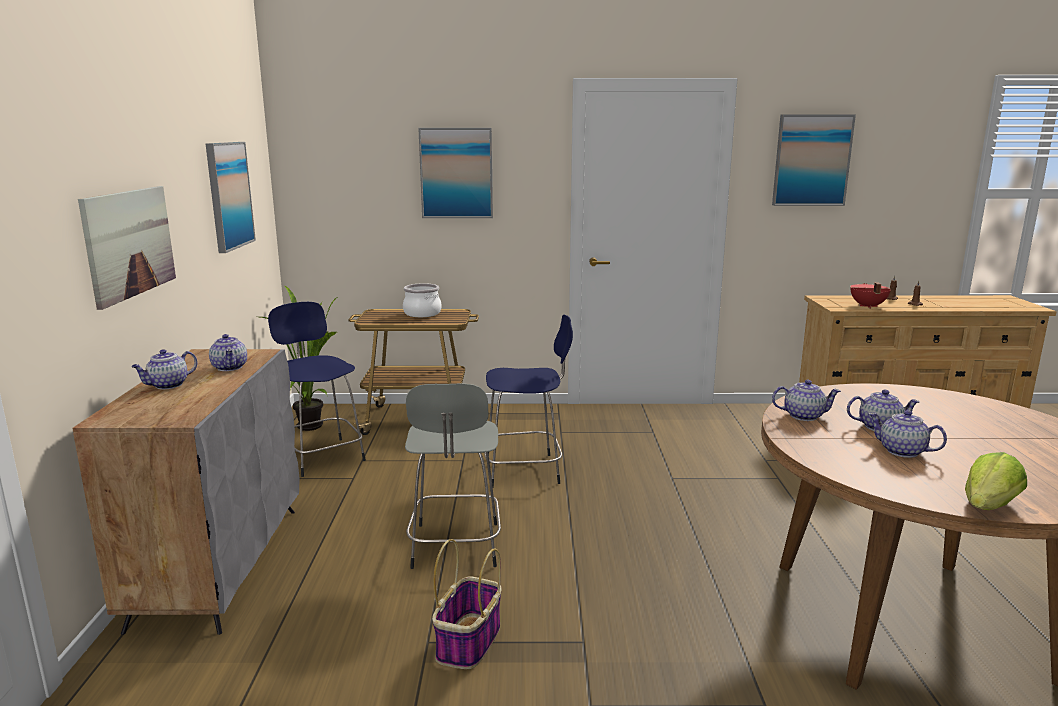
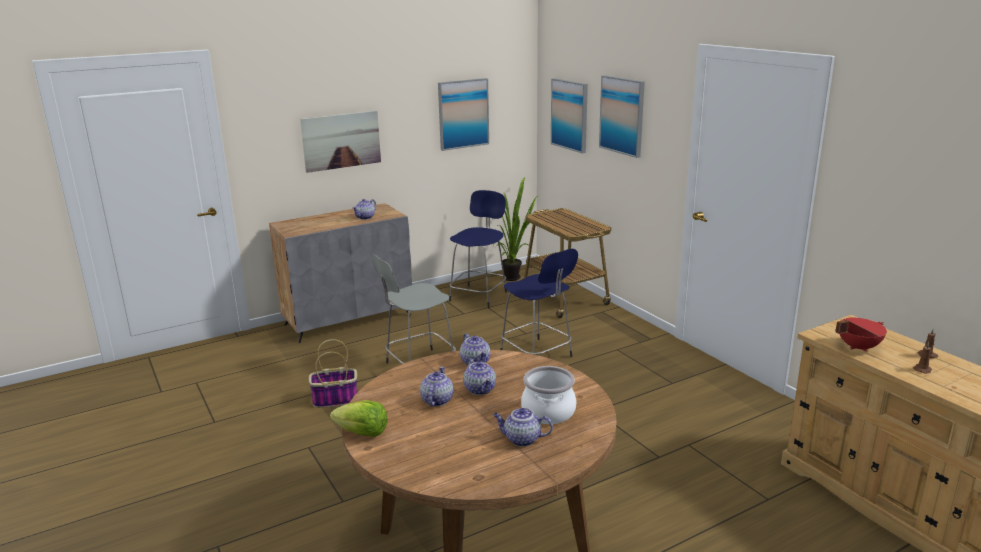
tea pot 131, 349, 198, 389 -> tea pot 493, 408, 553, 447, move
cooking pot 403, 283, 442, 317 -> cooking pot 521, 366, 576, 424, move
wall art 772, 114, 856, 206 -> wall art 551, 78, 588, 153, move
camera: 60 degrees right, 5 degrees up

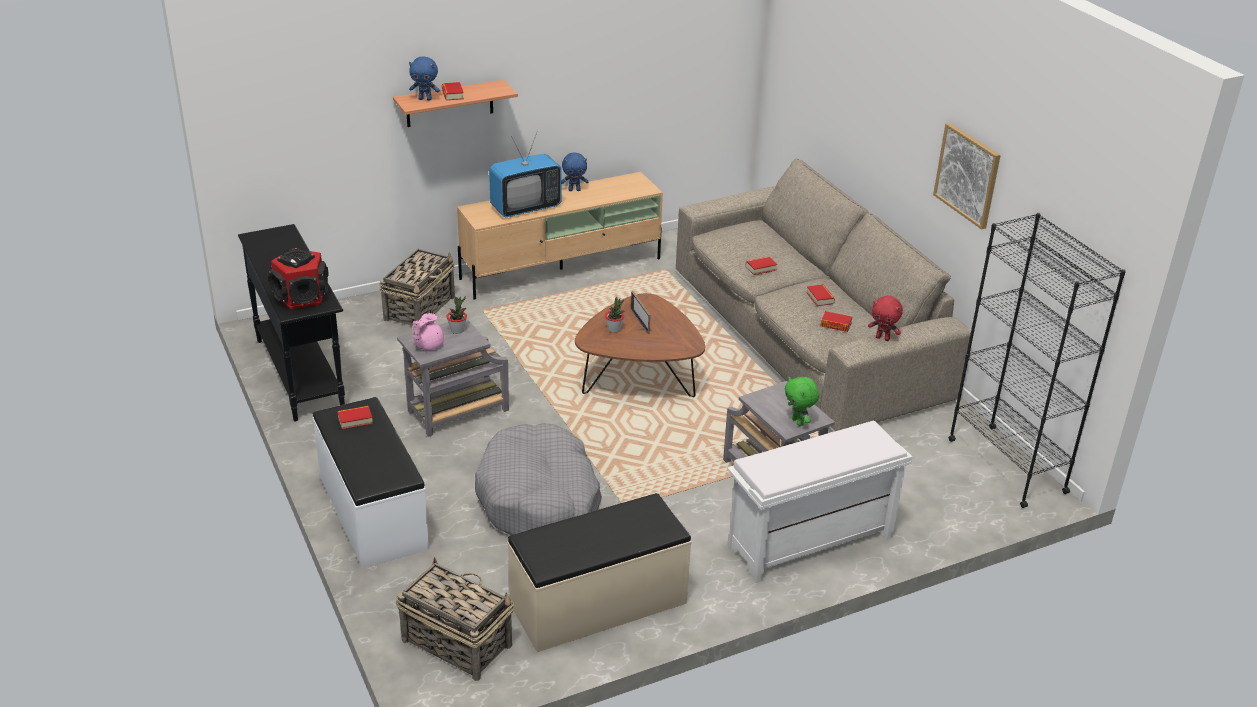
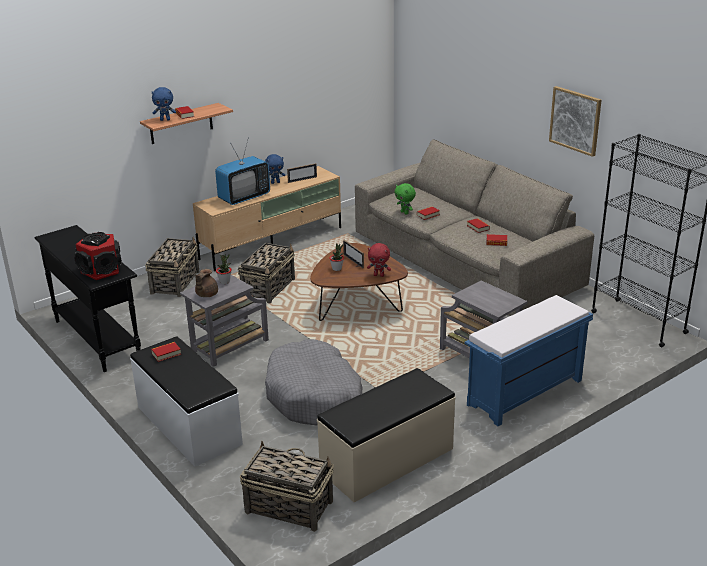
tea pot (pink-coloured) 413, 313, 444, 350 -> tea pot (brownish) 195, 269, 218, 297
indoor bench (white-coloured) 727, 421, 912, 583 -> indoor bench (blue-coloured) 465, 295, 593, 426
plush toy (green) 785, 377, 819, 426 -> plush toy (green) 394, 183, 416, 215, move
plush toy (red) 868, 296, 903, 341 -> plush toy (red) 367, 243, 391, 277, move
none -> household basket 238, 243, 295, 303
none -> picture frame 287, 163, 317, 183
camera: 10 degrees left, 5 degrees down

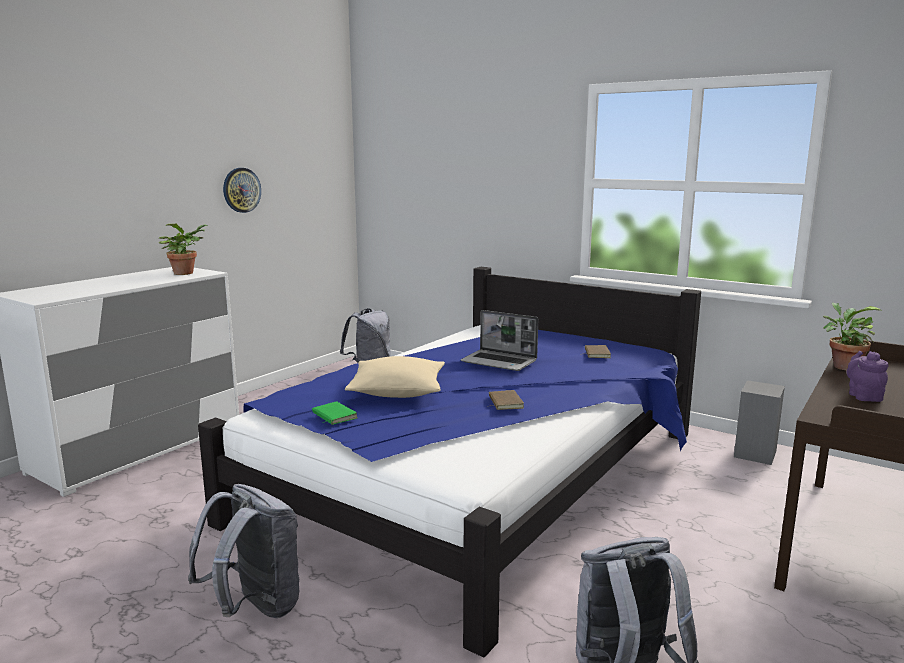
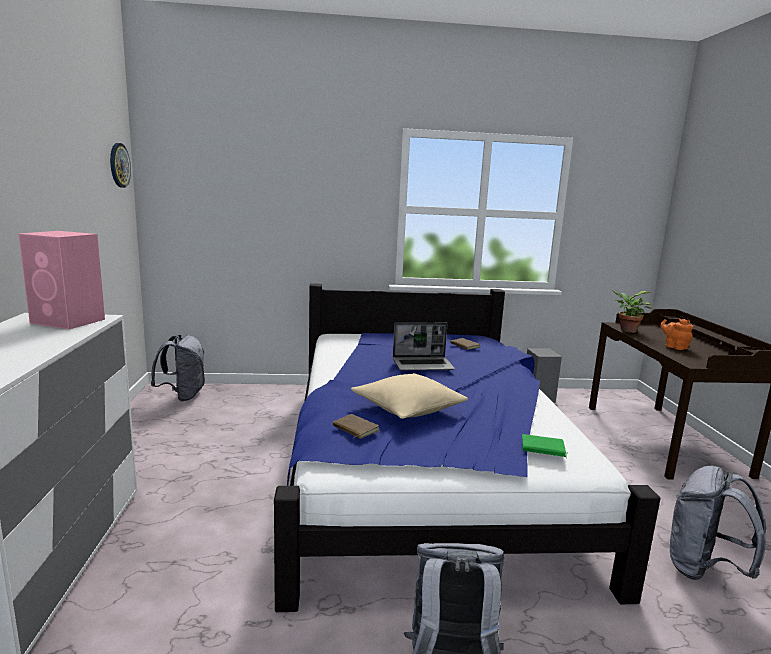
houseplant 159, 223, 208, 275 -> speaker (pink-coloured) 18, 231, 105, 329
wall clock 223, 168, 261, 213 -> wall clock 110, 143, 131, 188, move
volume (green) 312, 401, 357, 425 -> volume (green) 522, 434, 568, 457, move
volume (brownish) 489, 390, 524, 410 -> volume (brownish) 333, 414, 379, 439, move
tea pot (purple-coloured) 846, 351, 888, 402 -> tea pot (orangey) 660, 319, 693, 350
camera: 40 degrees left, 0 degrees up

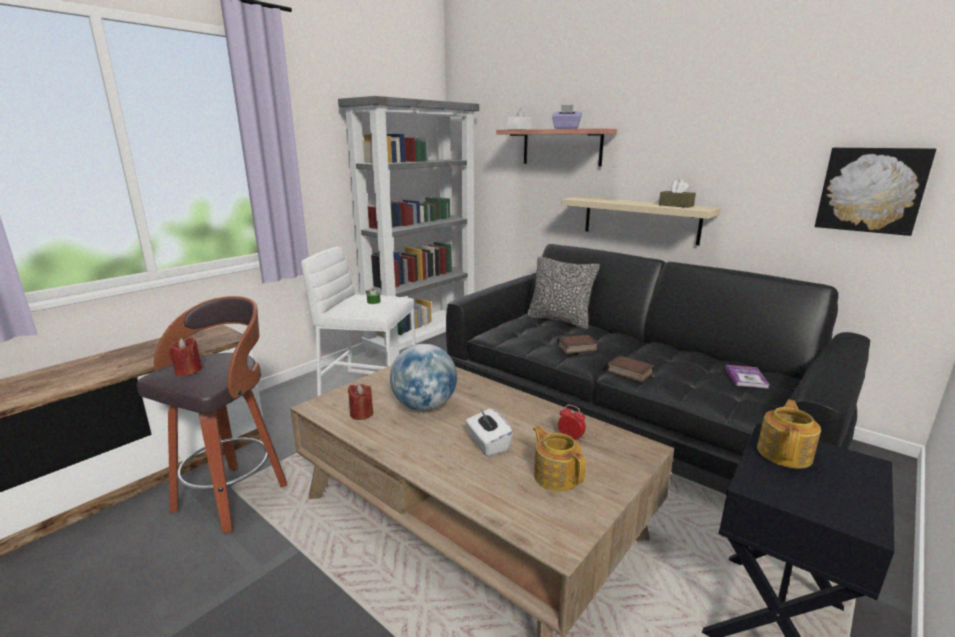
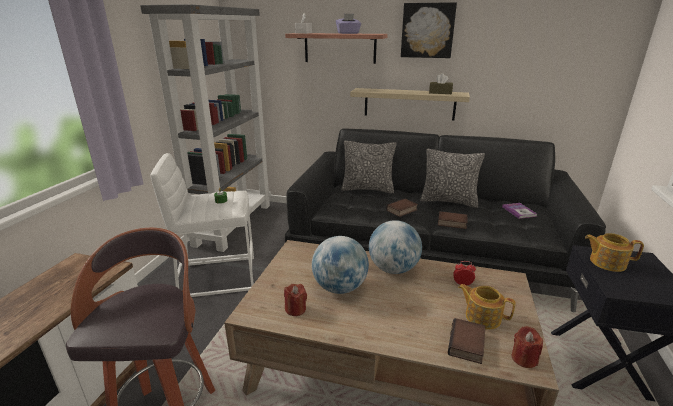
wax light (red) 169, 338, 203, 376 -> wax light (red) 512, 326, 543, 368, move
tissue box (white-coloured) 466, 408, 513, 456 -> none
tea pot 757, 400, 821, 469 -> tea pot 585, 233, 644, 272, 75 degrees counterclockwise
wall art 815, 148, 936, 236 -> wall art 401, 2, 457, 58, move
none -> desk globe 369, 220, 422, 274
none -> cushion 420, 149, 485, 208
none -> volume 448, 318, 485, 364
camera: 25 degrees left, 5 degrees up

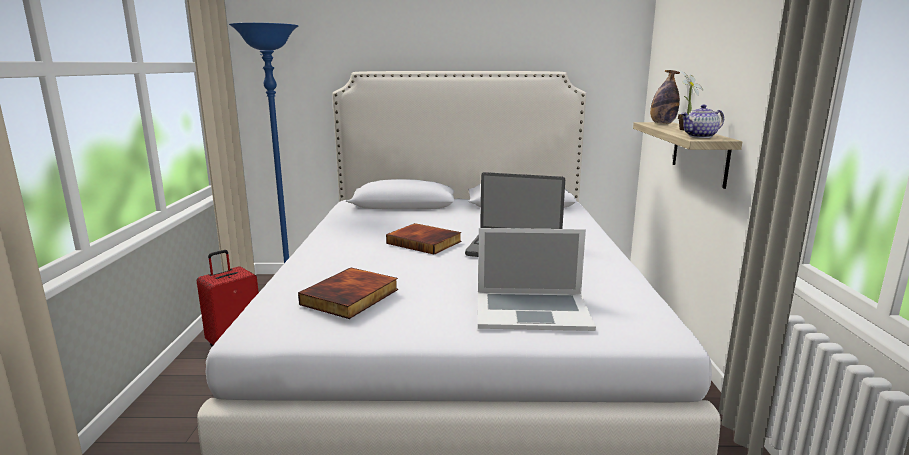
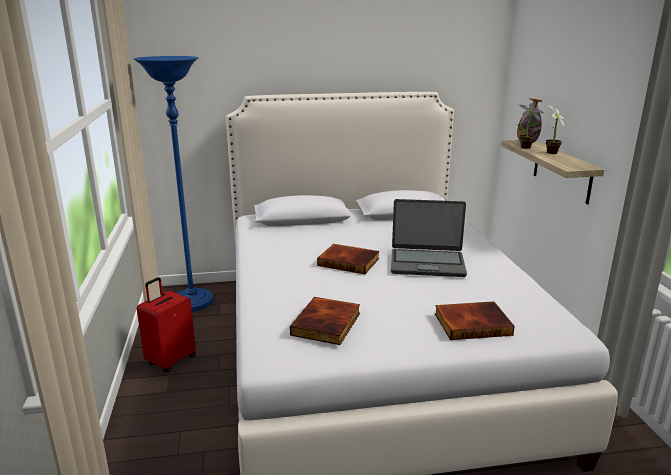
notebook computer 478, 228, 596, 331 -> volume 435, 301, 515, 340
tea pot 681, 105, 724, 138 -> none
none -> houseplant 517, 103, 544, 149
camera: 10 degrees left, 5 degrees up

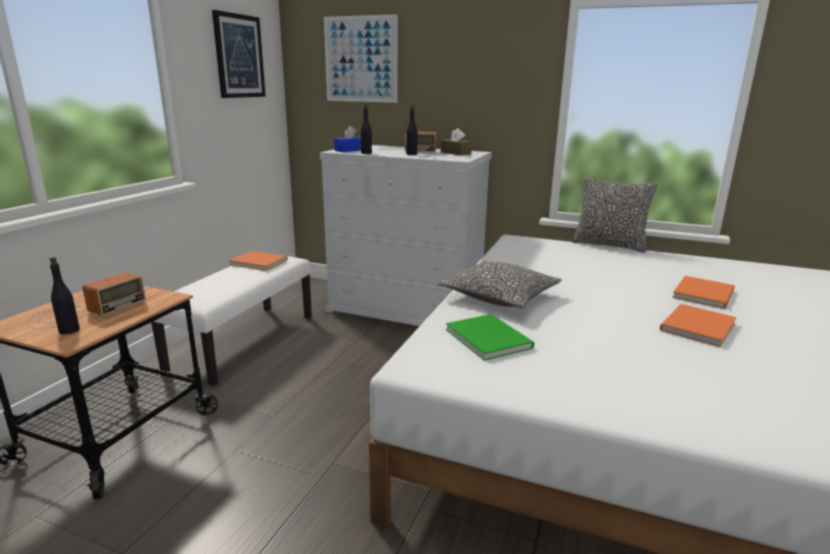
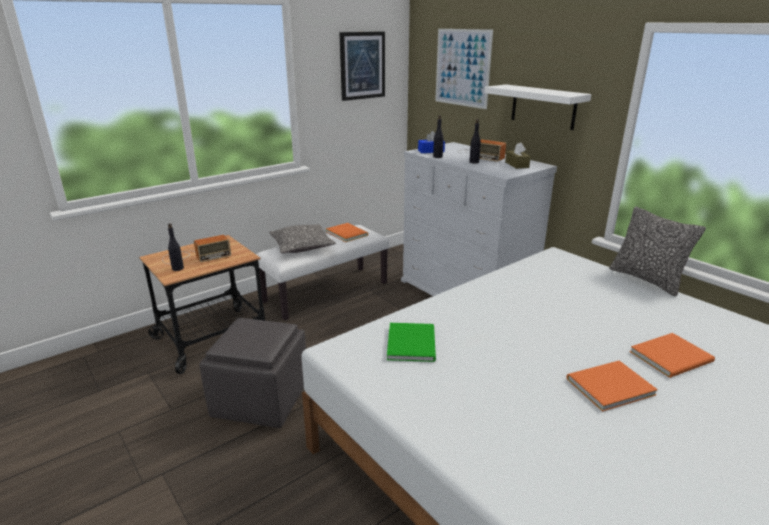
cushion 438, 261, 562, 308 -> cushion 269, 224, 336, 253, move
none -> pouffe (grey) 199, 318, 306, 428
none -> shelf (white-coloured) 484, 84, 592, 130
camera: 30 degrees right, 5 degrees up

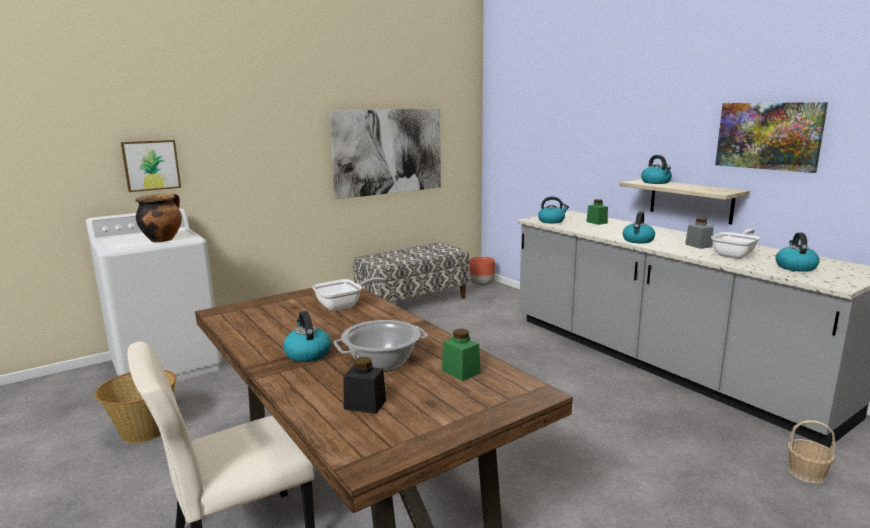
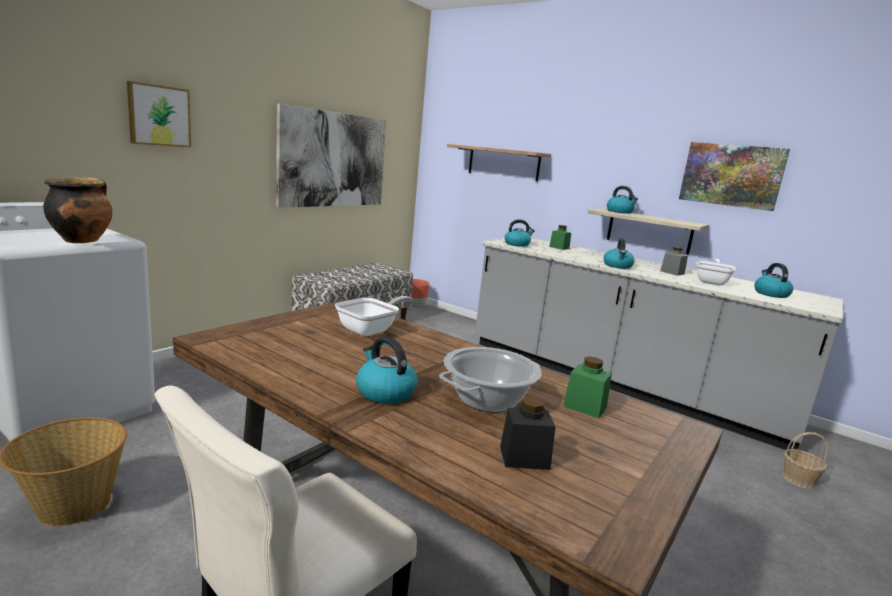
wall art 121, 140, 181, 192 -> wall art 127, 81, 191, 147, move
none -> shelf 447, 144, 551, 182
camera: 20 degrees left, 0 degrees up

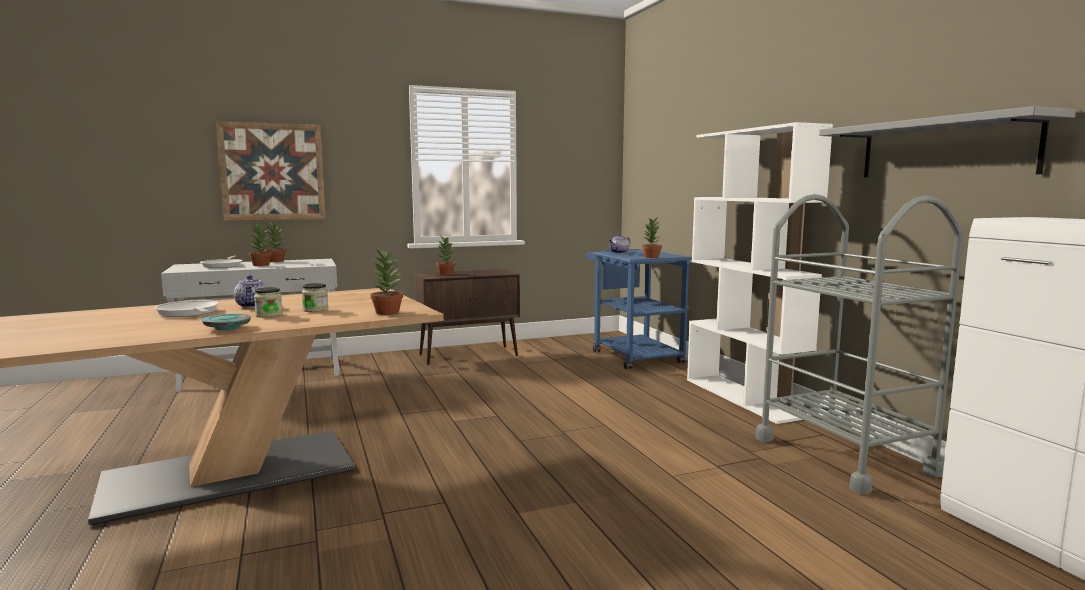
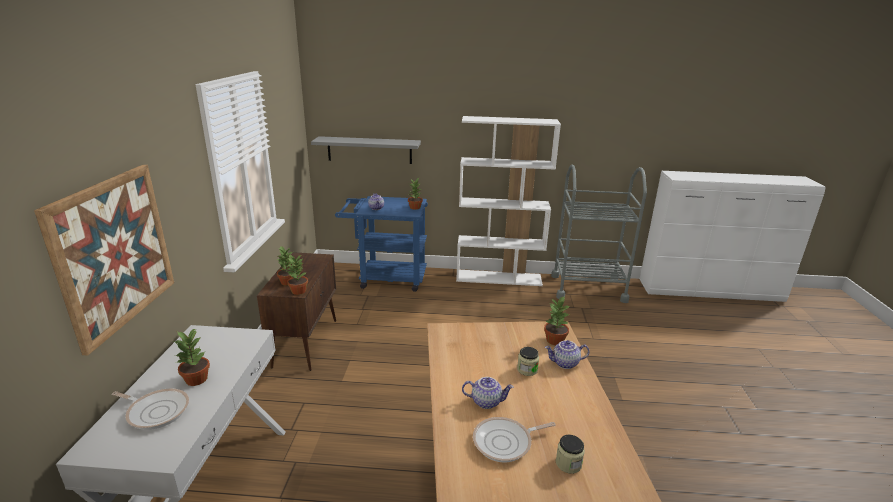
plate (turquoise-coloured) 202, 314, 251, 330 -> none
preserve jar 254, 287, 283, 318 -> preserve jar 556, 435, 585, 474, move
houseplant 265, 221, 287, 262 -> houseplant 287, 255, 308, 295, move
shelf (grey) 819, 106, 1076, 177 -> shelf (grey) 311, 136, 421, 164, move
none -> tea pot 545, 340, 590, 369
camera: 65 degrees left, 15 degrees up

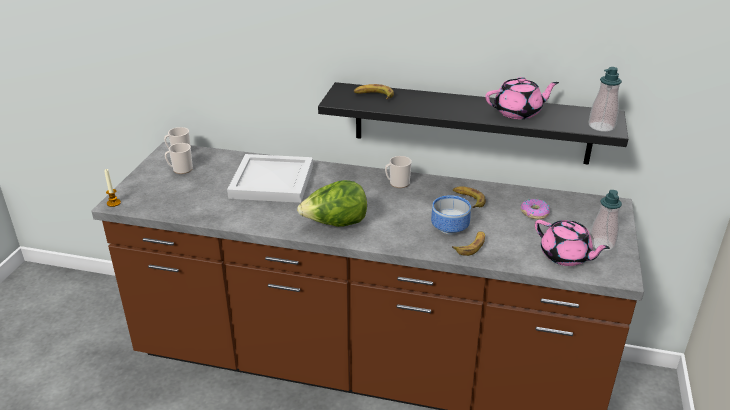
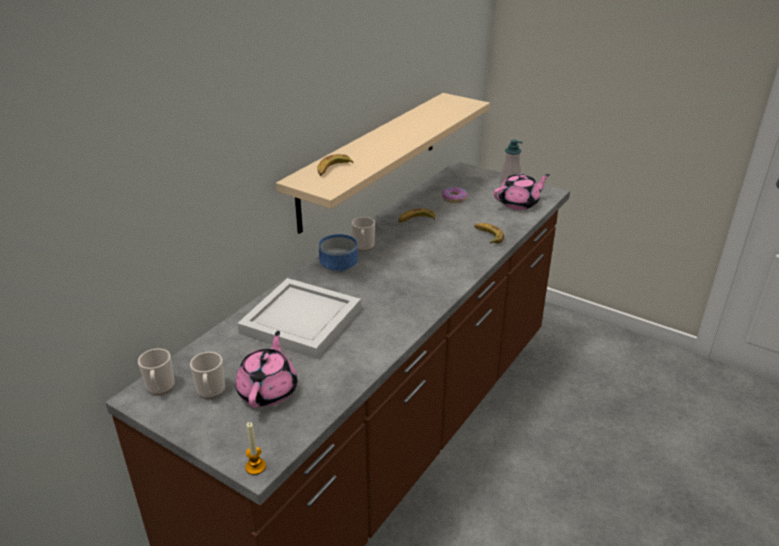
head of lettuce 297, 180, 367, 227 -> none
shelf (blackish) 318, 82, 628, 165 -> shelf (sand-coloured) 276, 93, 490, 234
deep dish 431, 195, 471, 235 -> deep dish 319, 234, 358, 273, move
tea pot (pink-coloured) 485, 77, 559, 119 -> tea pot (pink-coloured) 235, 331, 297, 408, move
soap bottle 588, 67, 622, 132 -> none
camera: 70 degrees left, 0 degrees up

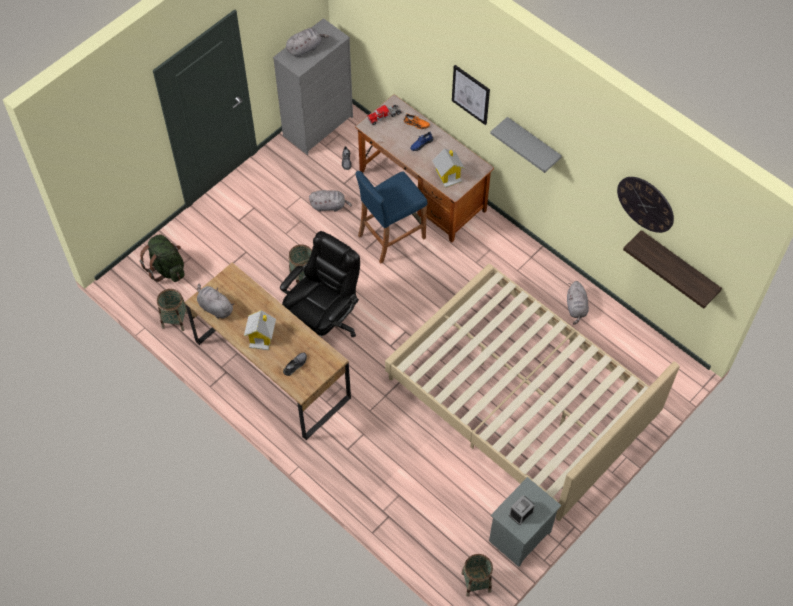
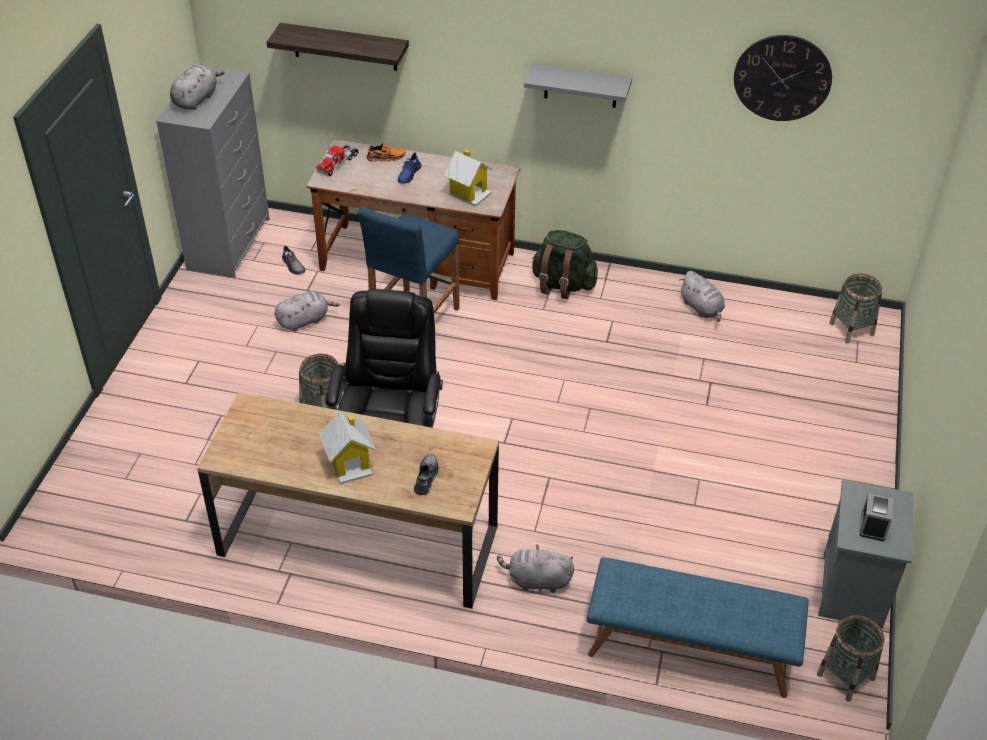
backpack (green) 140, 234, 185, 282 -> backpack (green) 532, 230, 598, 299, move
household basket 157, 289, 188, 331 -> household basket 829, 274, 882, 343, move
plush toy (grey) 197, 284, 234, 319 -> plush toy (grey) 497, 544, 574, 593, move
bed (sand-coloured) 385, 264, 680, 521 -> none
wall art 452, 65, 490, 125 -> none
shelf 623, 230, 722, 309 -> shelf 266, 23, 409, 71, move
none -> indoor bench (blue-coloured) 587, 557, 809, 698
camera: 30 degrees left, 15 degrees down

